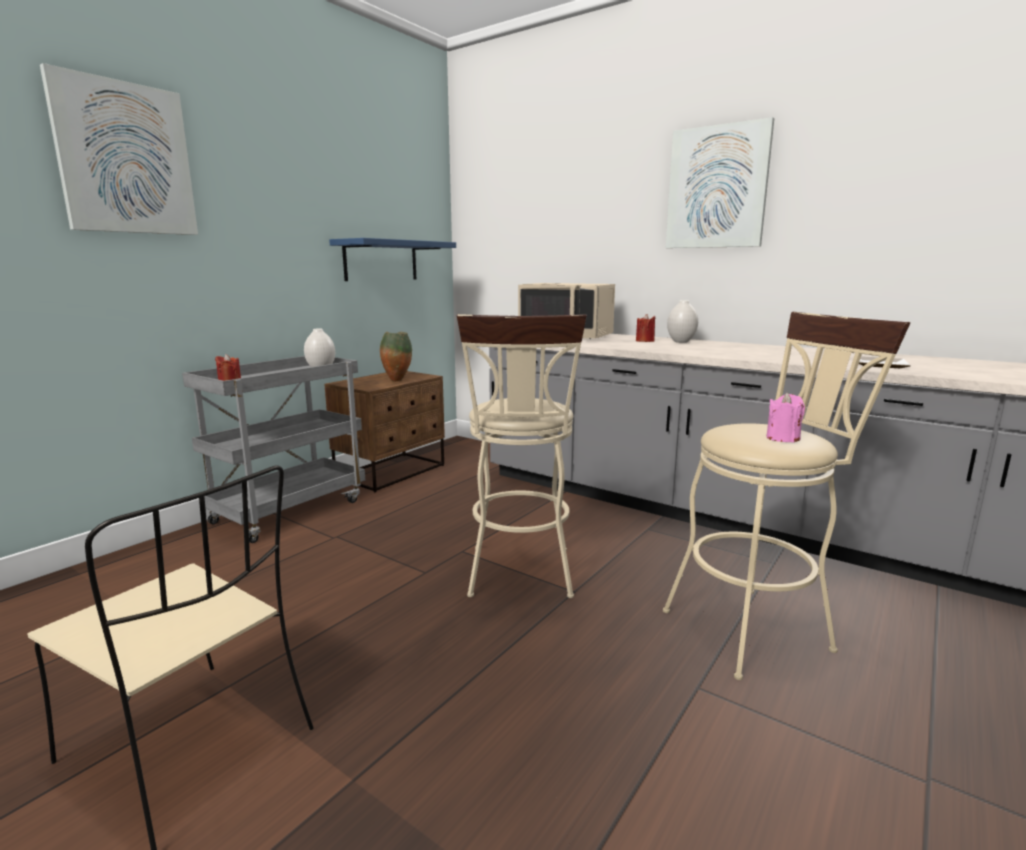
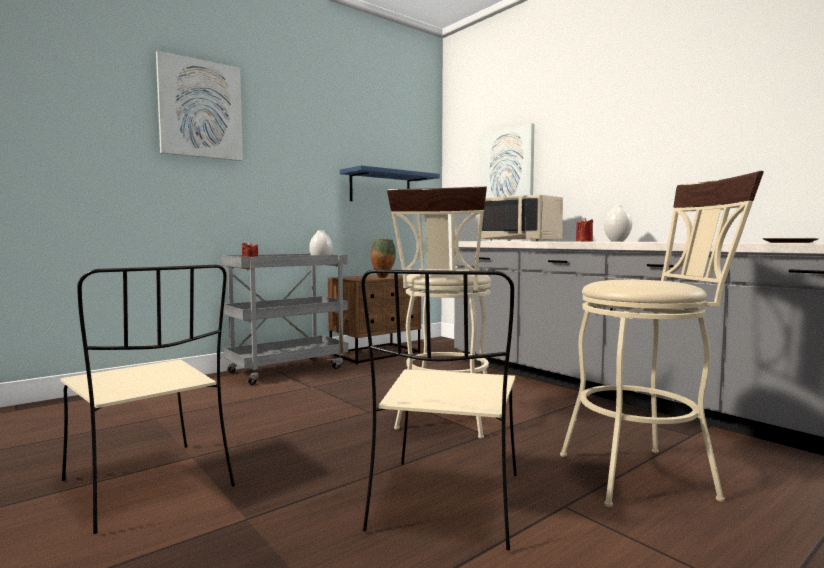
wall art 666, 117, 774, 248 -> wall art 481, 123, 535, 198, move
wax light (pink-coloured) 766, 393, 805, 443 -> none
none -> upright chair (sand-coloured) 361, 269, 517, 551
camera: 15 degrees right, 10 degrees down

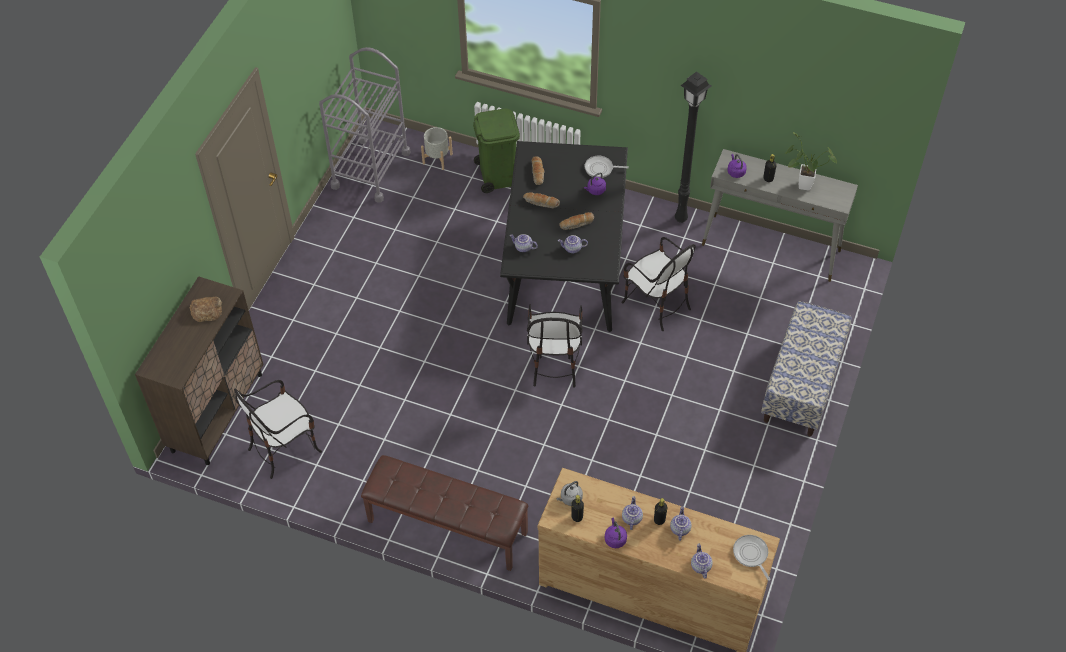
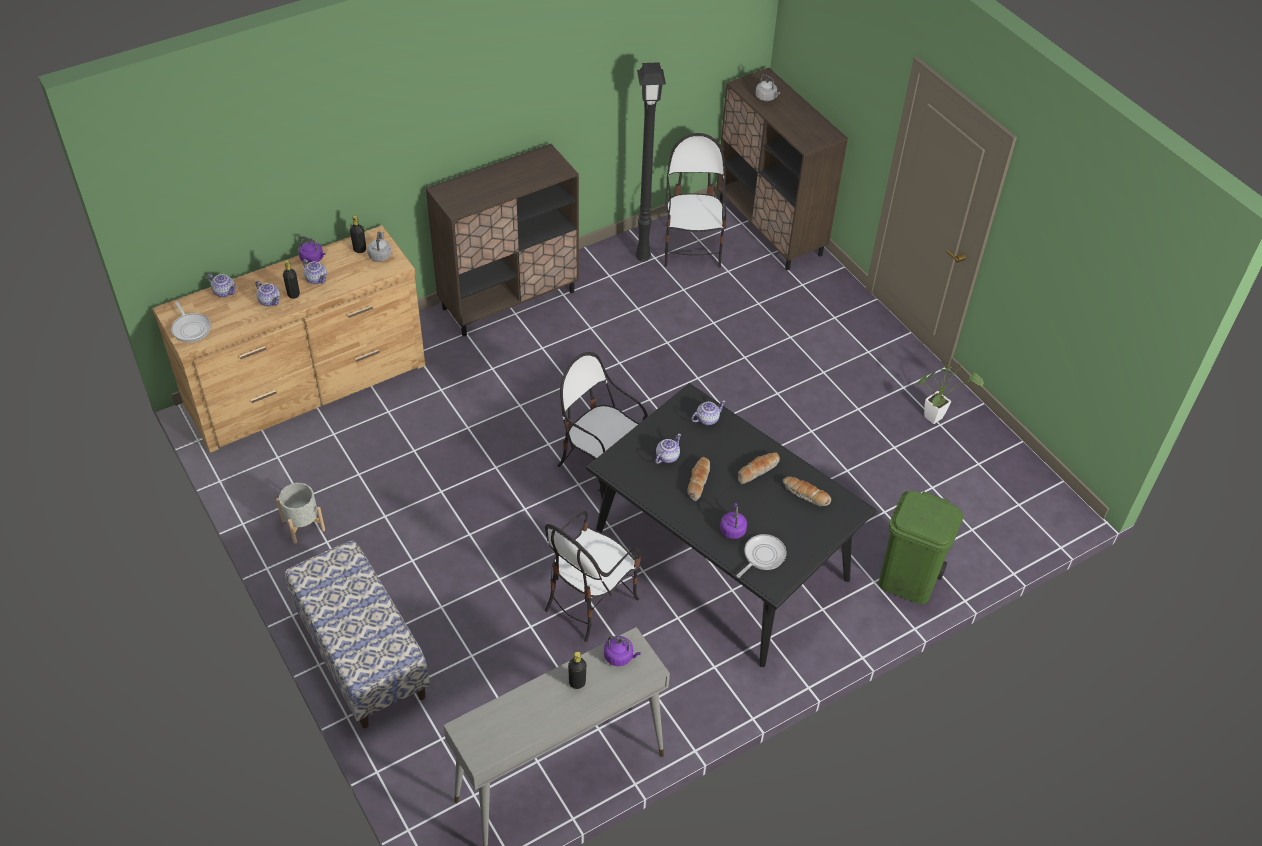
bakery bread 189, 297, 222, 322 -> none
cart (grey) 319, 47, 410, 203 -> none
indoor bench (brownish) 361, 455, 528, 571 -> cupboard (brownish) 426, 144, 579, 336
planter (grey) 421, 127, 453, 170 -> planter (grey) 276, 483, 325, 544, move
upright chair 621, 237, 696, 331 -> upright chair 545, 511, 641, 642, 45 degrees counterclockwise
floor lamp (blackish) 675, 72, 711, 223 -> floor lamp (blackish) 635, 62, 666, 262, move
skillet 733, 535, 771, 581 -> skillet 171, 301, 211, 343, 45 degrees clockwise
houseplant 784, 132, 837, 191 -> houseplant 917, 365, 983, 424, move
none -> kettle (grey) 755, 74, 780, 101
camera: 125 degrees right, 5 degrees down

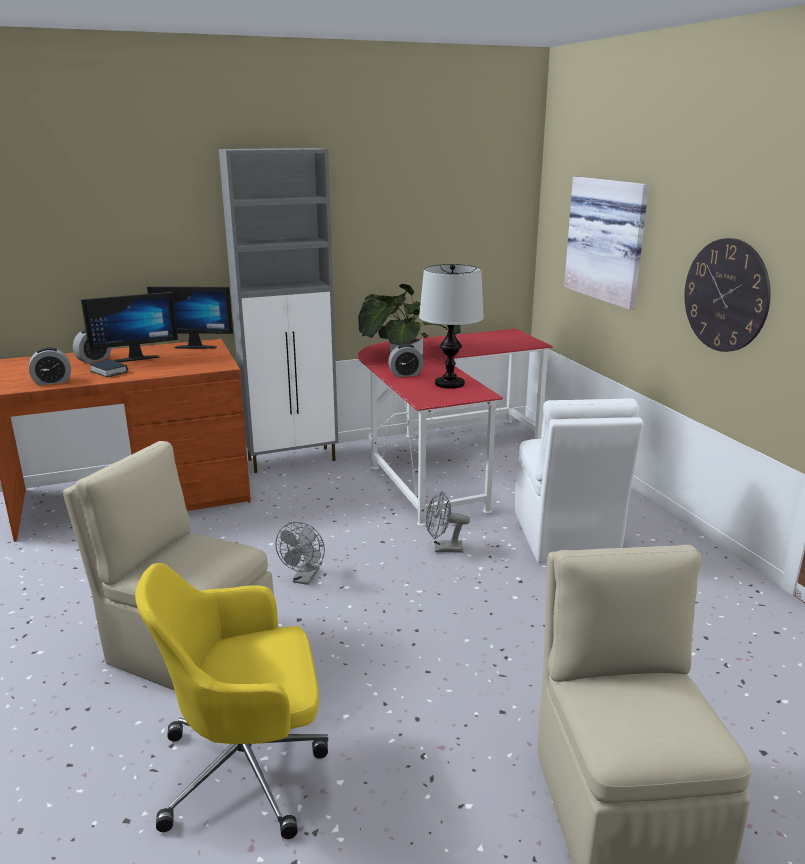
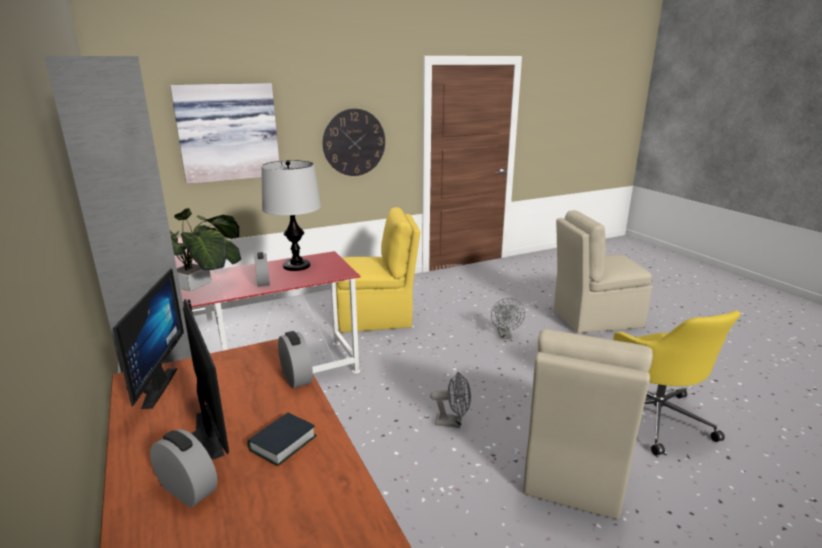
table clock 29, 347, 71, 385 -> table clock 278, 331, 313, 388, move
cooling fan (grey) 426, 491, 470, 553 -> cooling fan (grey) 491, 298, 525, 339, move
upright chair (white-coloured) 515, 398, 643, 564 -> upright chair (yellow) 336, 207, 420, 333
camera: 95 degrees left, 0 degrees up

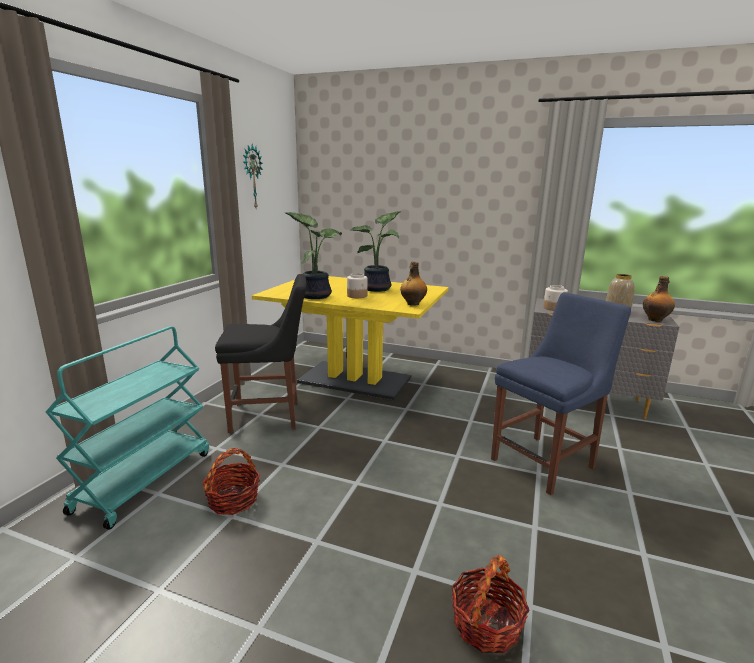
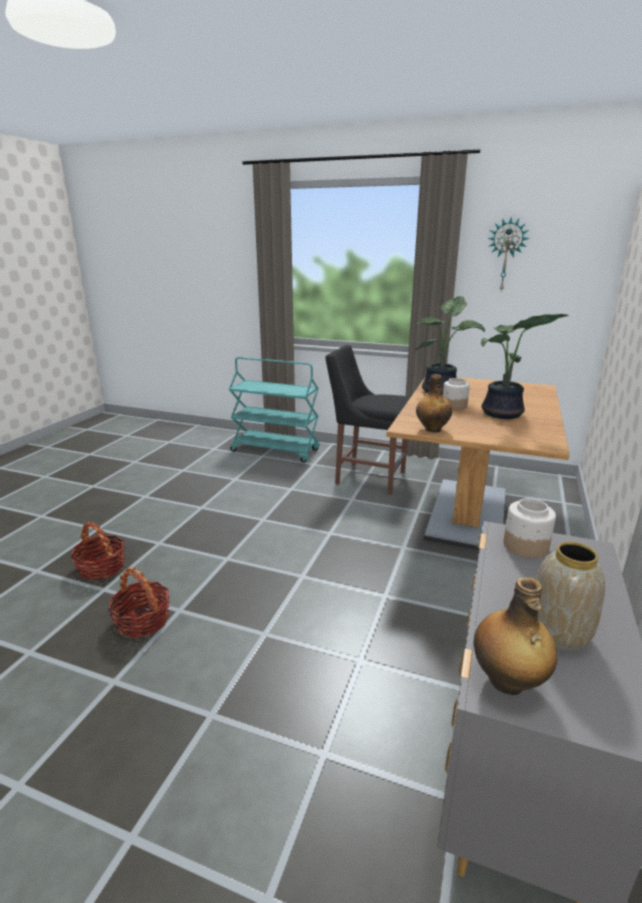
household basket 202, 448, 260, 515 -> household basket 108, 568, 170, 638, move
upright chair (blackish) 215, 274, 307, 433 -> upright chair (blackish) 325, 345, 411, 494, 120 degrees clockwise
dinner table (yellow) 252, 276, 449, 400 -> dinner table (brownish) 386, 377, 570, 550
upright chair (blue-coloured) 491, 292, 631, 495 -> none
camera: 90 degrees right, 5 degrees up

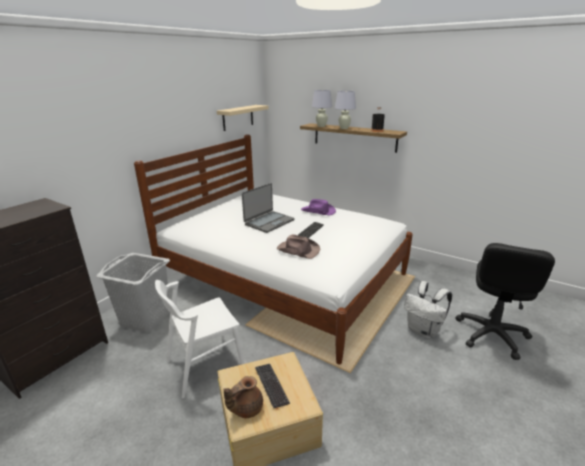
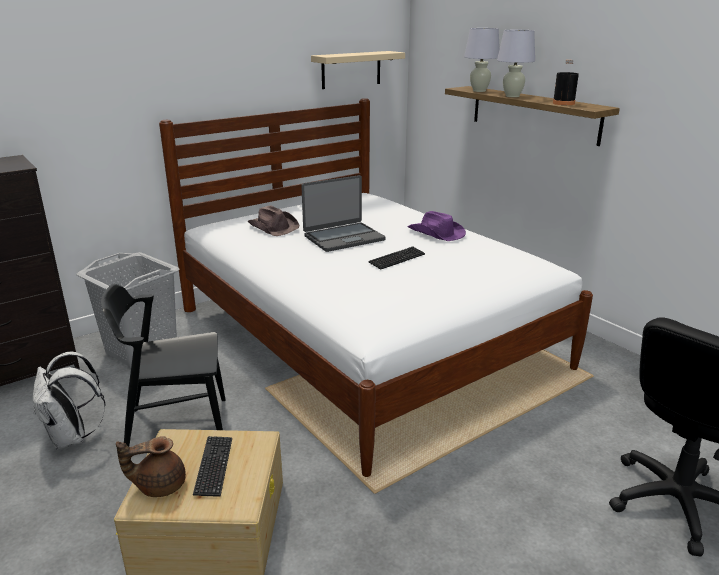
upright chair (white-coloured) 155, 280, 244, 398 -> upright chair (blackish) 101, 284, 226, 447
wearable hat (brownish) 277, 234, 320, 259 -> wearable hat (brownish) 248, 206, 299, 236, move
backpack (white-coloured) 404, 281, 452, 339 -> backpack (white-coloured) 33, 351, 106, 450, move
camera: 20 degrees right, 0 degrees up

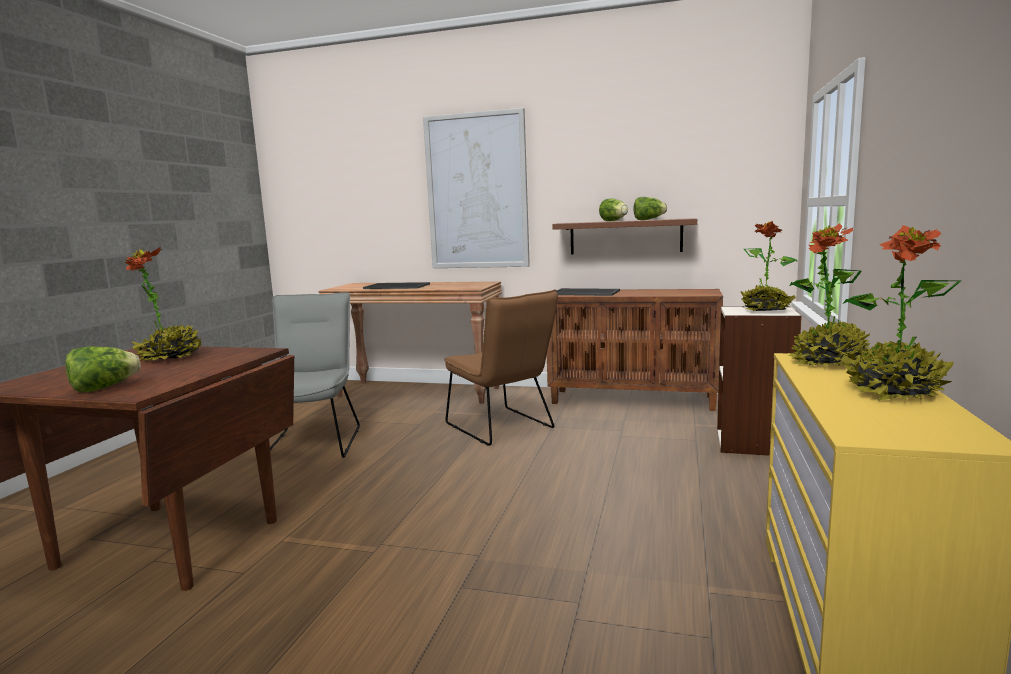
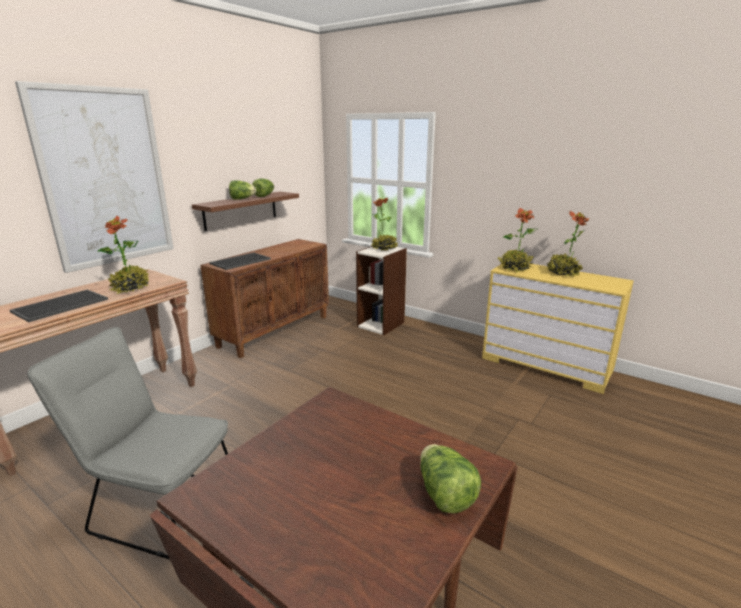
houseplant 124, 247, 202, 361 -> houseplant 97, 216, 150, 294, move
upright chair (brownish) 444, 289, 558, 446 -> none
camera: 70 degrees left, 10 degrees up

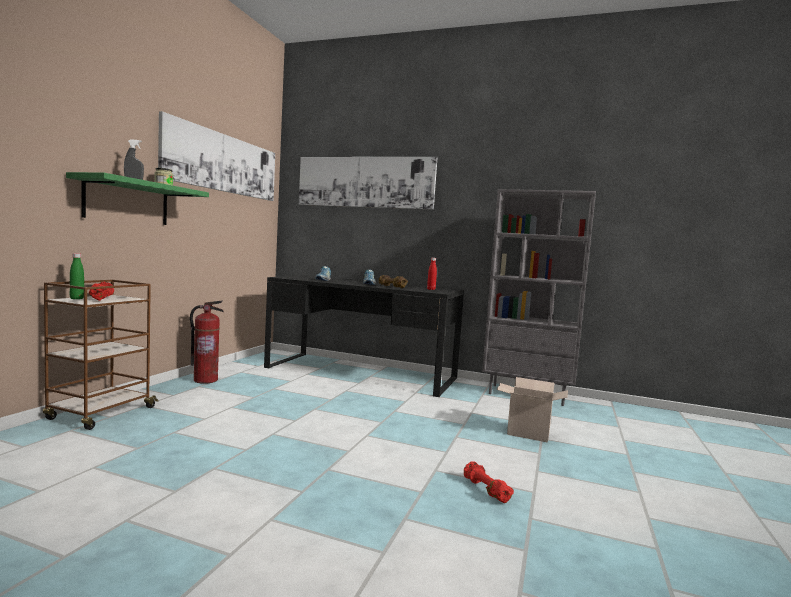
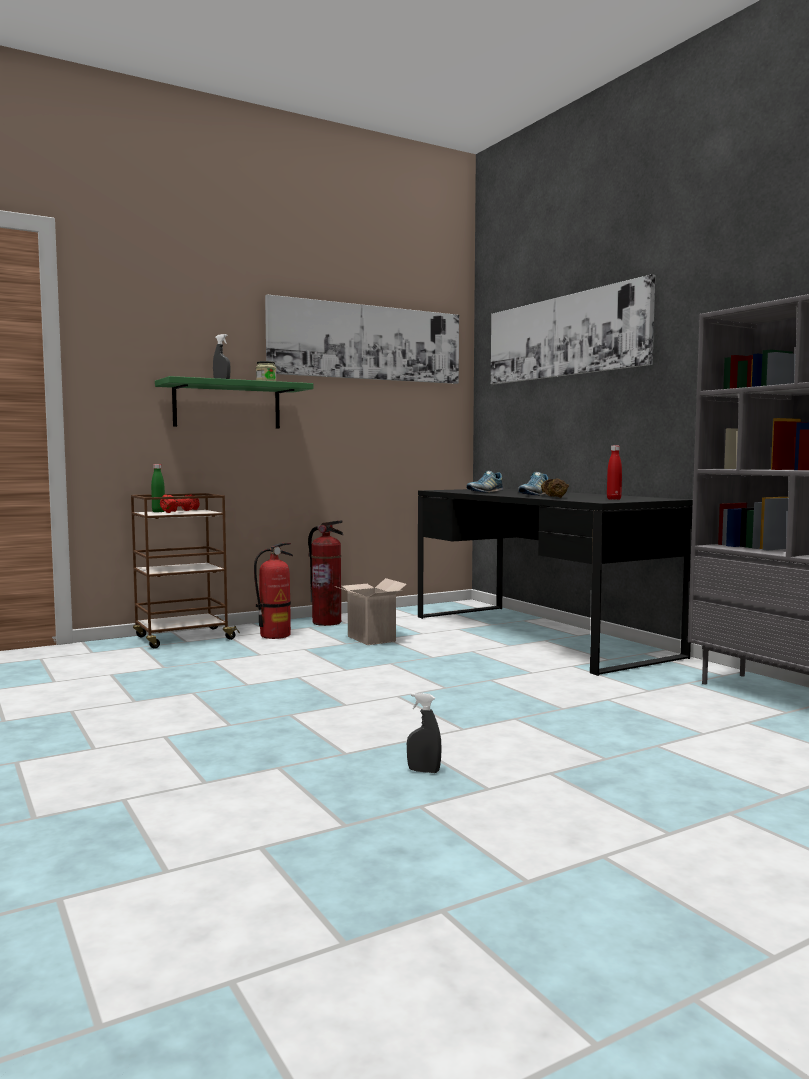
free weight (red) 464, 461, 514, 503 -> sprayer (grey) 407, 693, 442, 773
carton 496, 377, 568, 442 -> carton 334, 578, 407, 645, move
none -> extinguisher 254, 543, 293, 639
camera: 40 degrees right, 0 degrees up

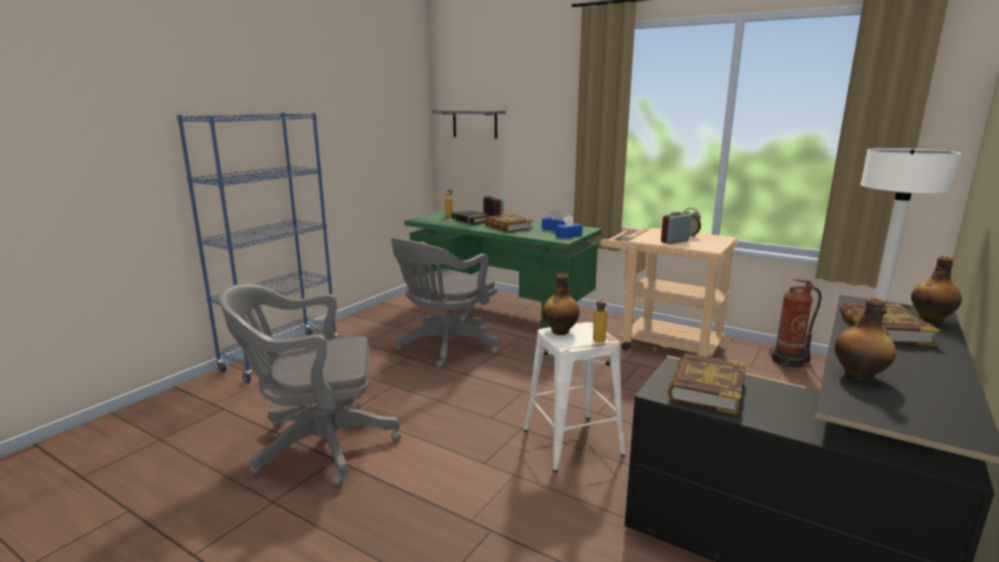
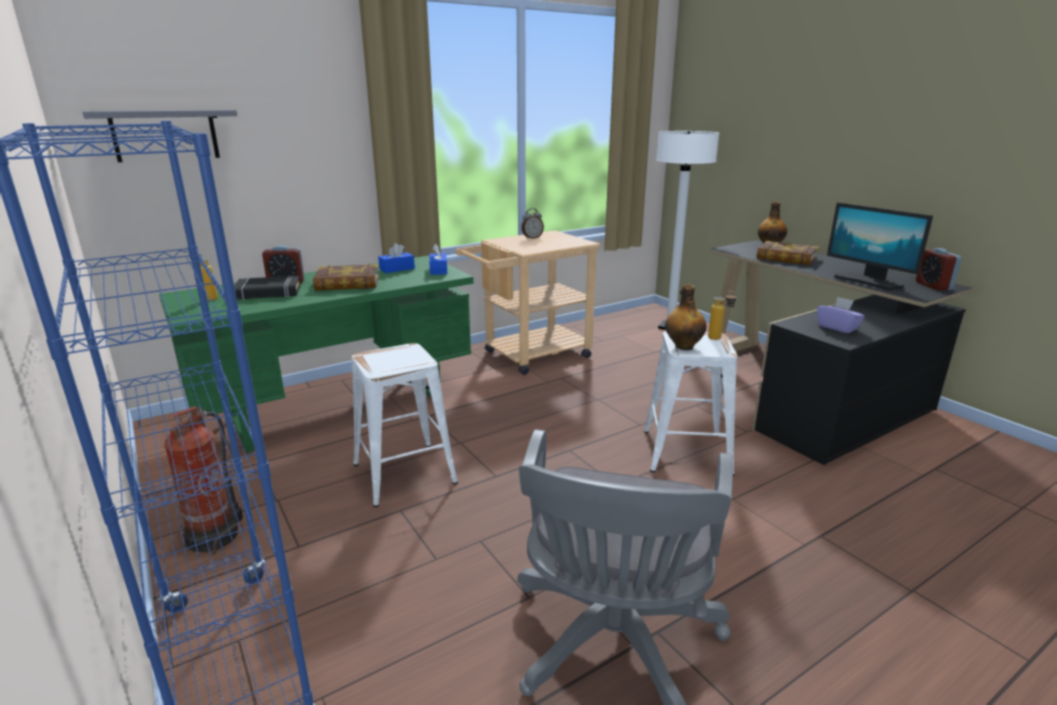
office chair (grey) 391, 238, 500, 369 -> stool (white-coloured) 352, 343, 458, 507
table clock 661, 211, 691, 244 -> table clock 916, 248, 962, 290, move
volume 668, 353, 746, 415 -> tissue box (purple-coloured) 817, 297, 865, 333
extinguisher 769, 279, 821, 368 -> extinguisher 164, 407, 243, 555, move
beverage bottle 834, 298, 896, 381 -> monitor 827, 202, 933, 291
camera: 65 degrees left, 5 degrees up

